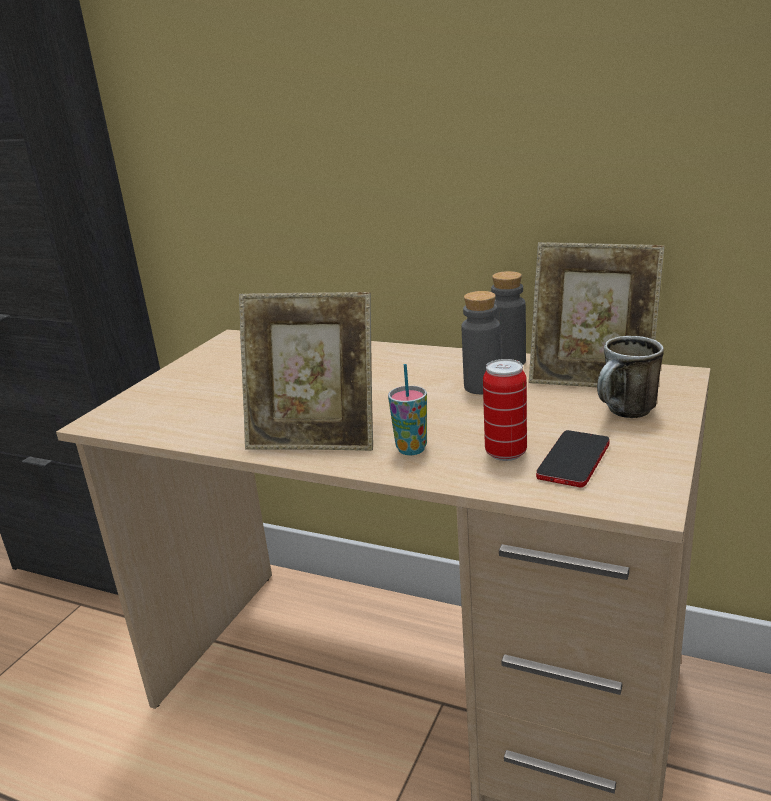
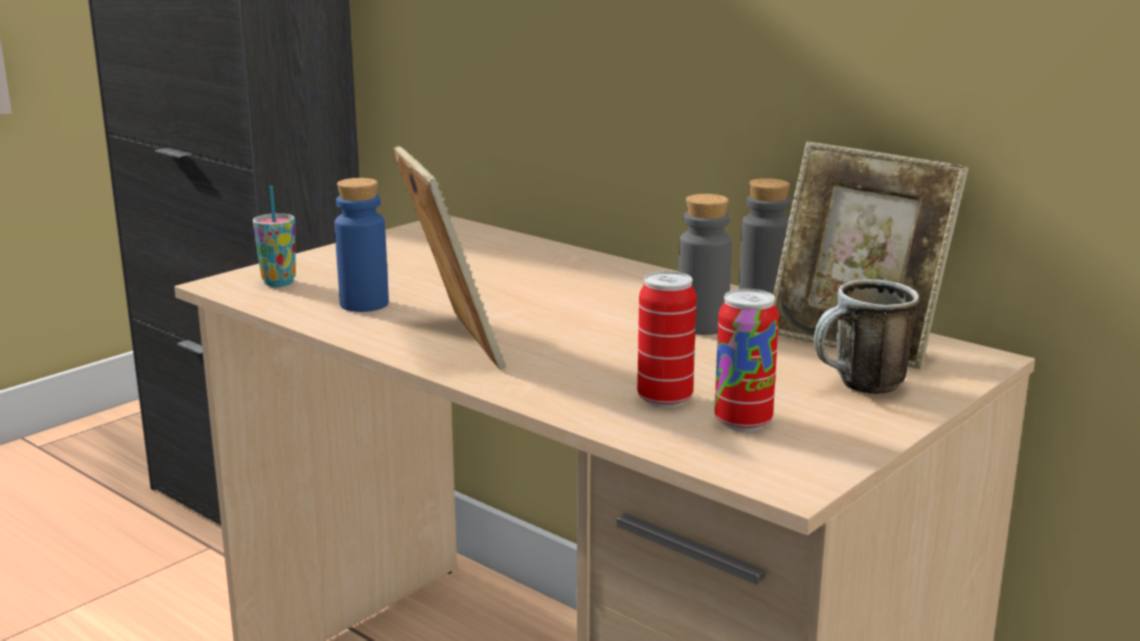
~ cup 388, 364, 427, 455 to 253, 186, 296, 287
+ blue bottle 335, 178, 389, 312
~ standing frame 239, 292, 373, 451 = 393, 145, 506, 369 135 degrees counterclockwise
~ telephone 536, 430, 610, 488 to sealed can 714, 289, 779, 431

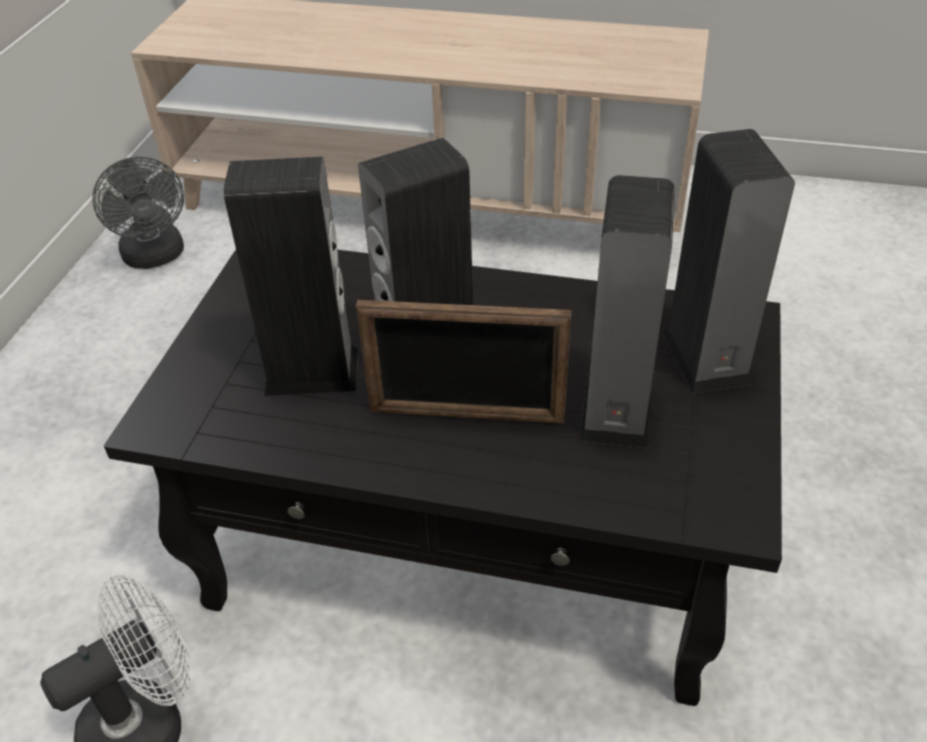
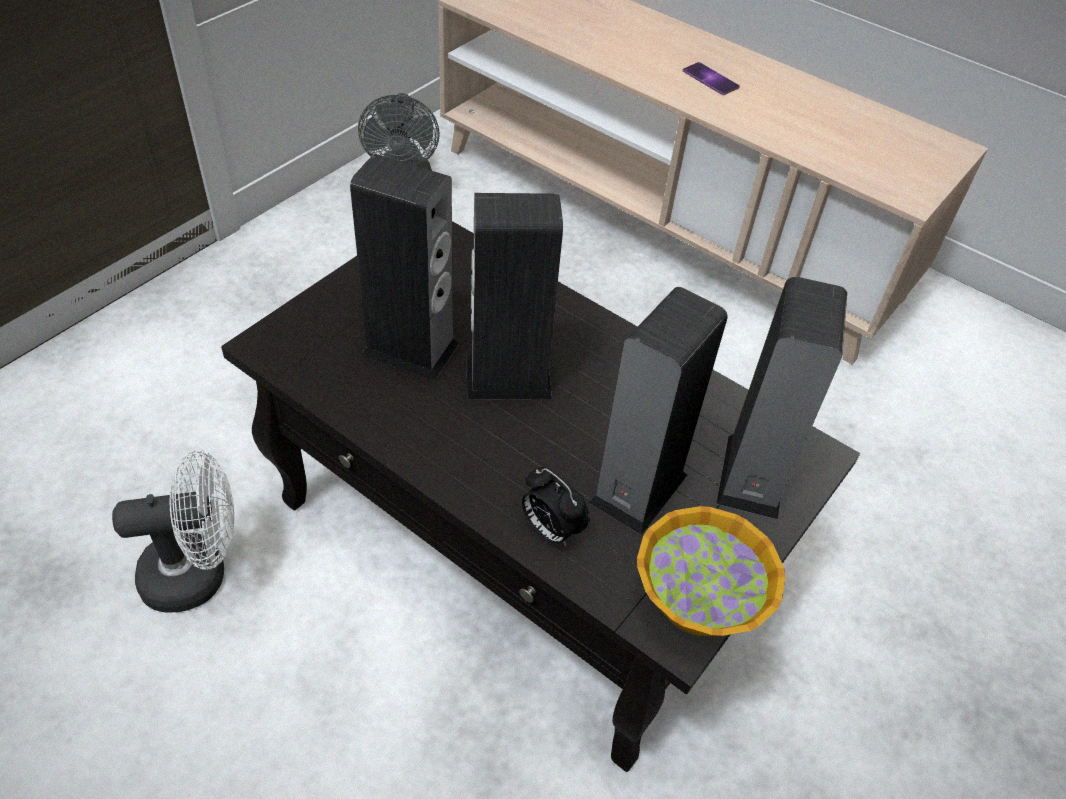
+ table clock 522, 467, 590, 547
+ serving bowl 637, 506, 786, 636
+ telephone 683, 62, 740, 95
- standing frame 356, 300, 571, 423

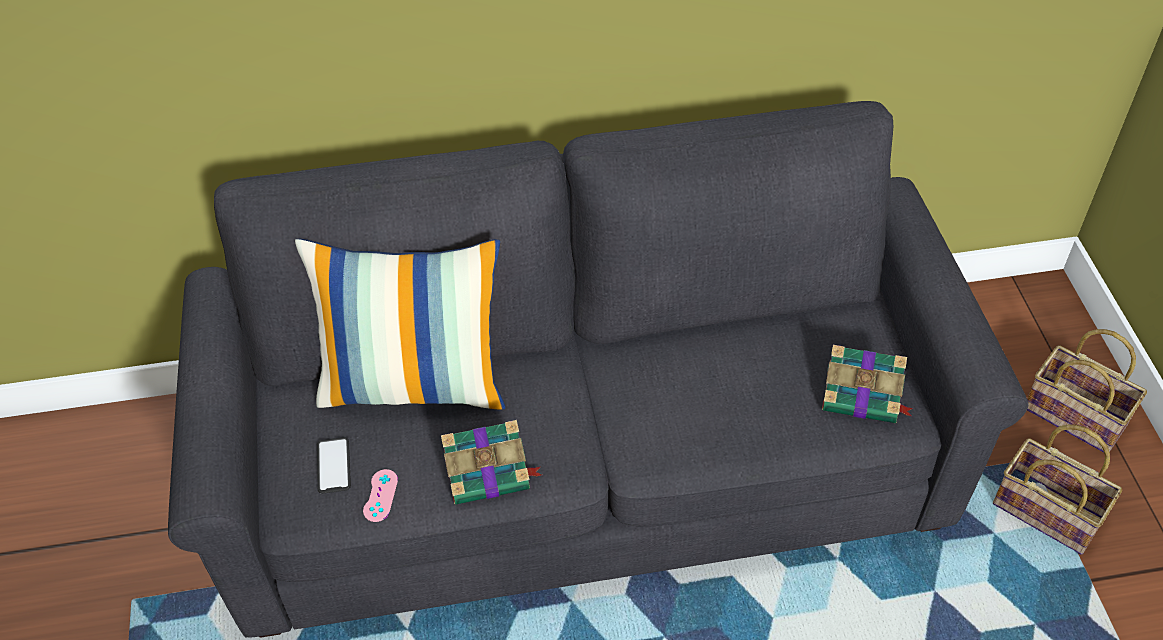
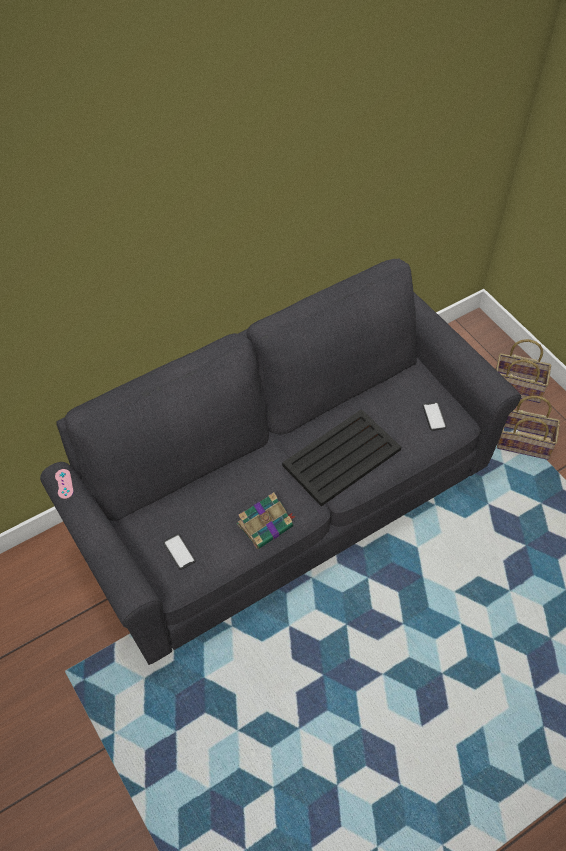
~ pinkish game controller 363, 469, 398, 522 to 55, 469, 73, 499
+ blackish tray 282, 409, 401, 506
~ book 822, 345, 913, 423 to telephone 423, 402, 447, 431
- cushion 295, 239, 505, 410

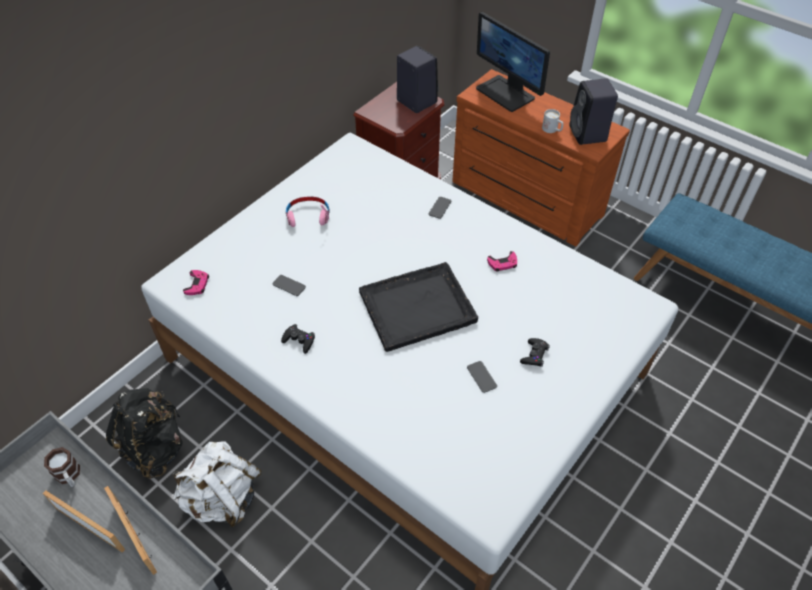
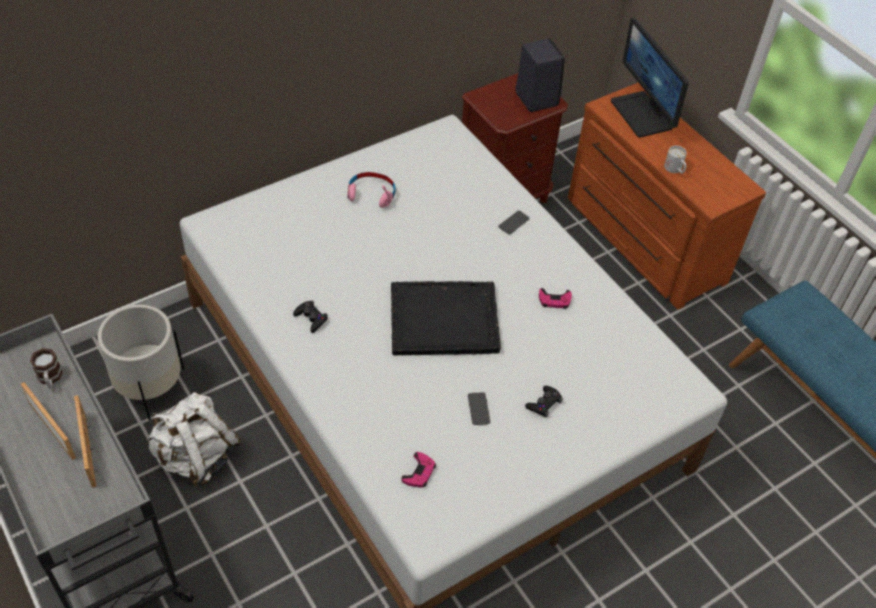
~ blackish knapsack 106, 388, 183, 479 to whitish flower pot 97, 304, 184, 420
~ pinkish game controller 183, 270, 209, 295 to 402, 452, 436, 488
- telephone 273, 275, 306, 296
- blackish speaker 570, 78, 618, 145

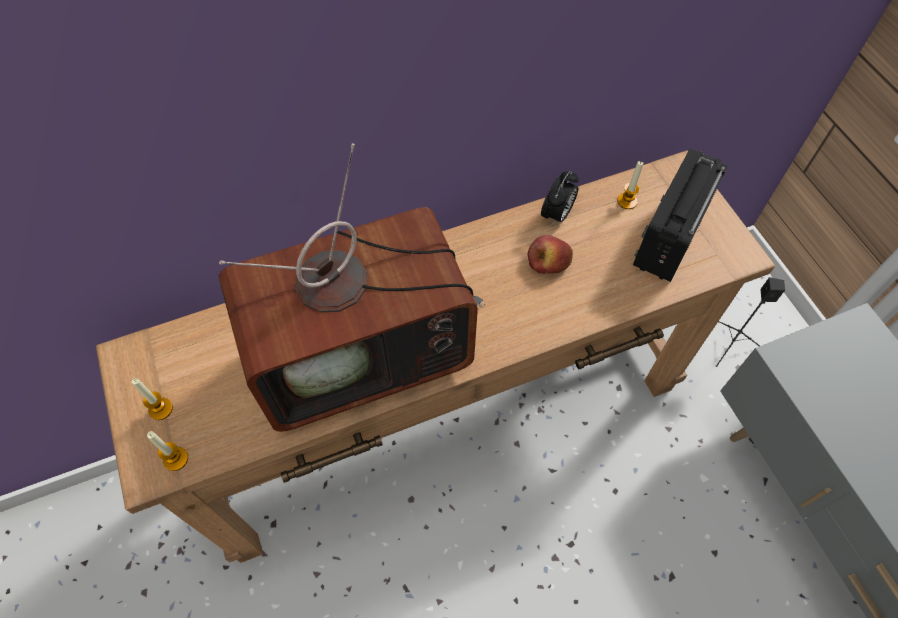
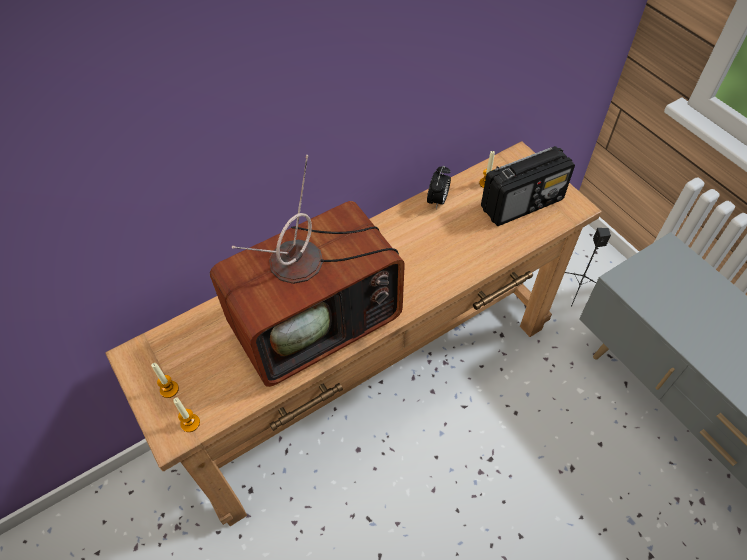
~ radio 633, 149, 728, 282 = 481, 146, 575, 226 135 degrees counterclockwise
- apple 528, 235, 573, 274

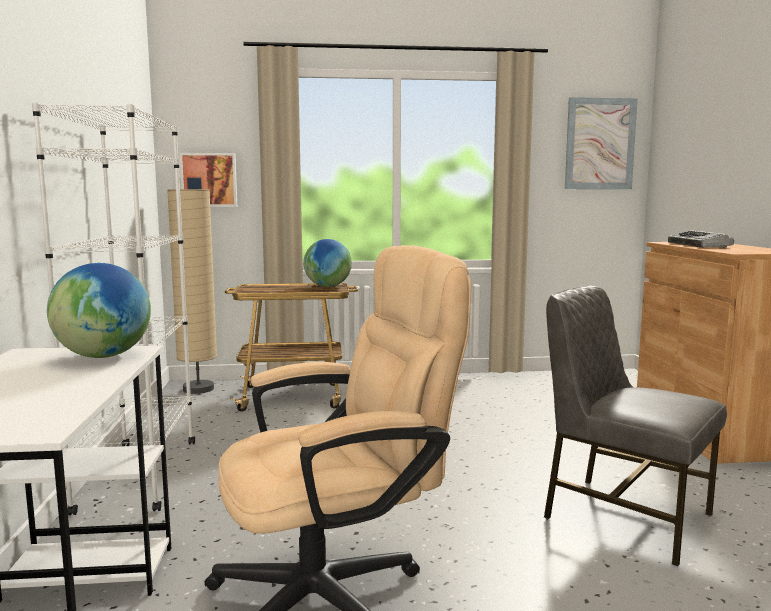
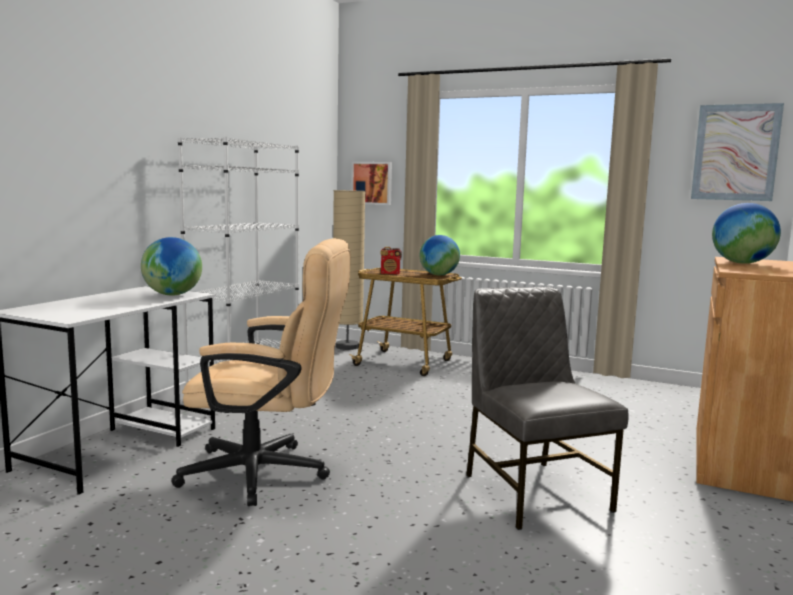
+ radio 381, 247, 402, 274
~ keyboard 668, 230, 734, 248 to world globe 712, 203, 781, 264

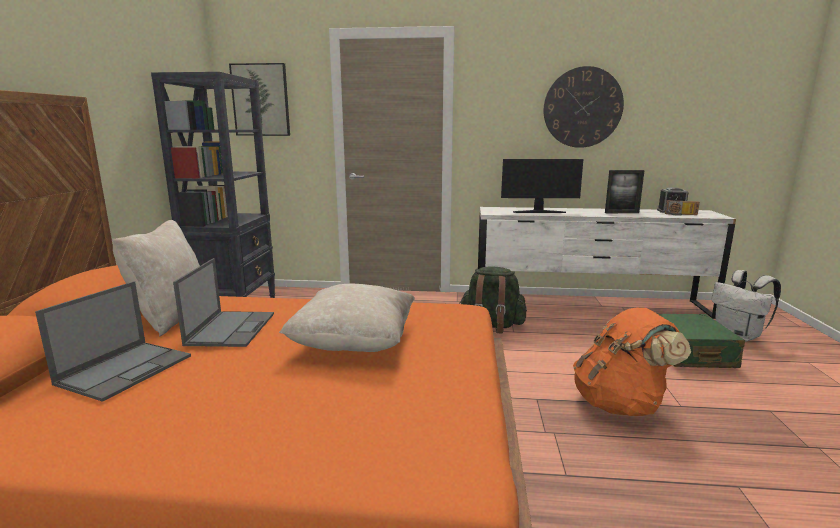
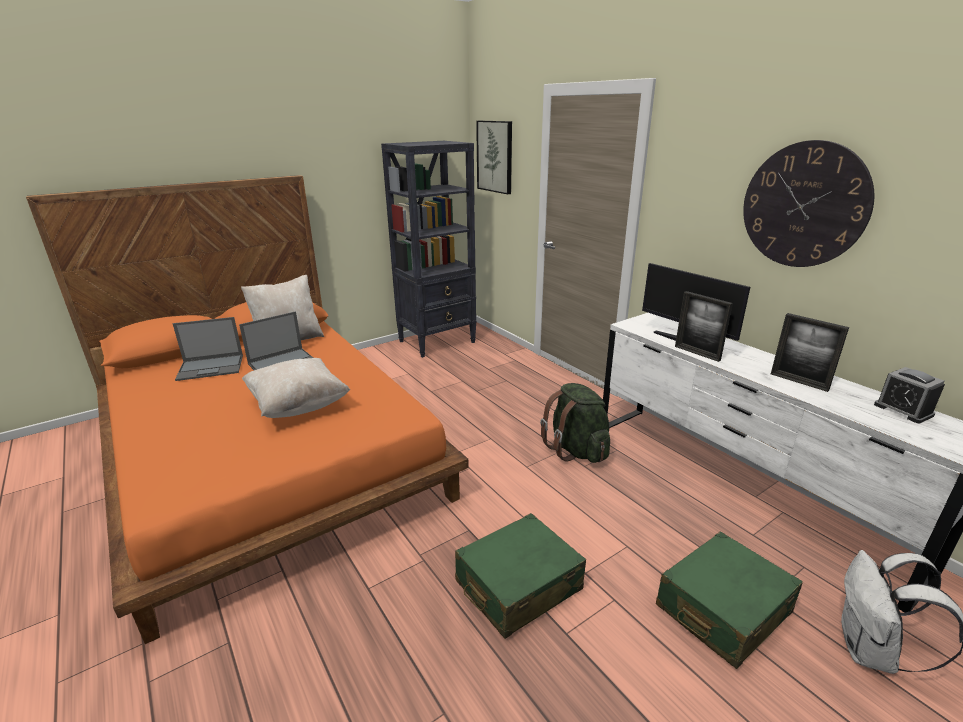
~ orange-coloured knapsack 573, 307, 691, 416 to greenish suitcase 455, 513, 586, 639
+ standing frame 675, 291, 733, 362
- radio 664, 201, 700, 216

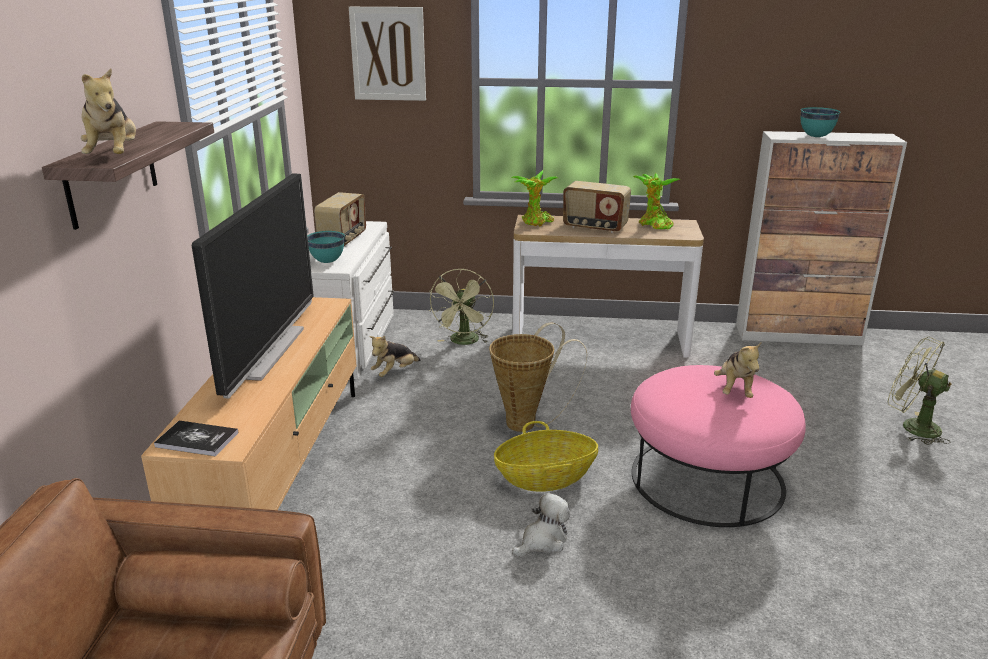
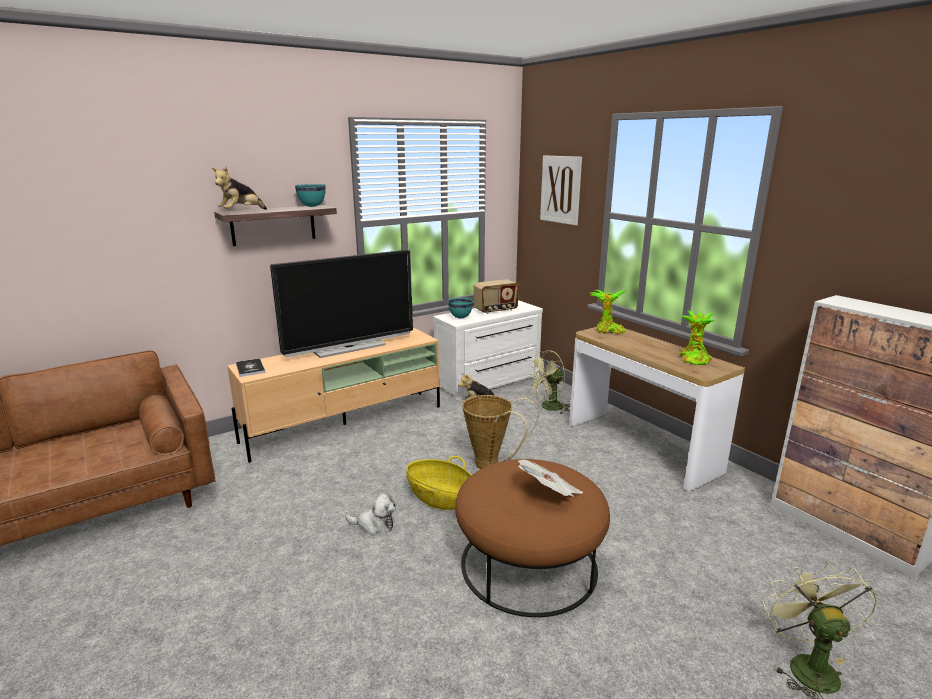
~ turquoise-coloured serving bowl 801, 107, 840, 137 to 295, 184, 326, 207
~ pinkish pouffe 631, 365, 806, 527 to brownish pouffe 455, 459, 610, 617
~ cuddly toy 714, 341, 762, 398 to newspaper 518, 459, 583, 497
- radio 563, 181, 631, 233

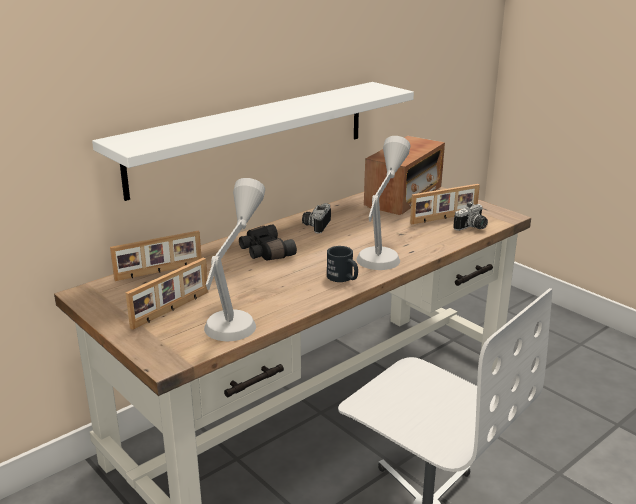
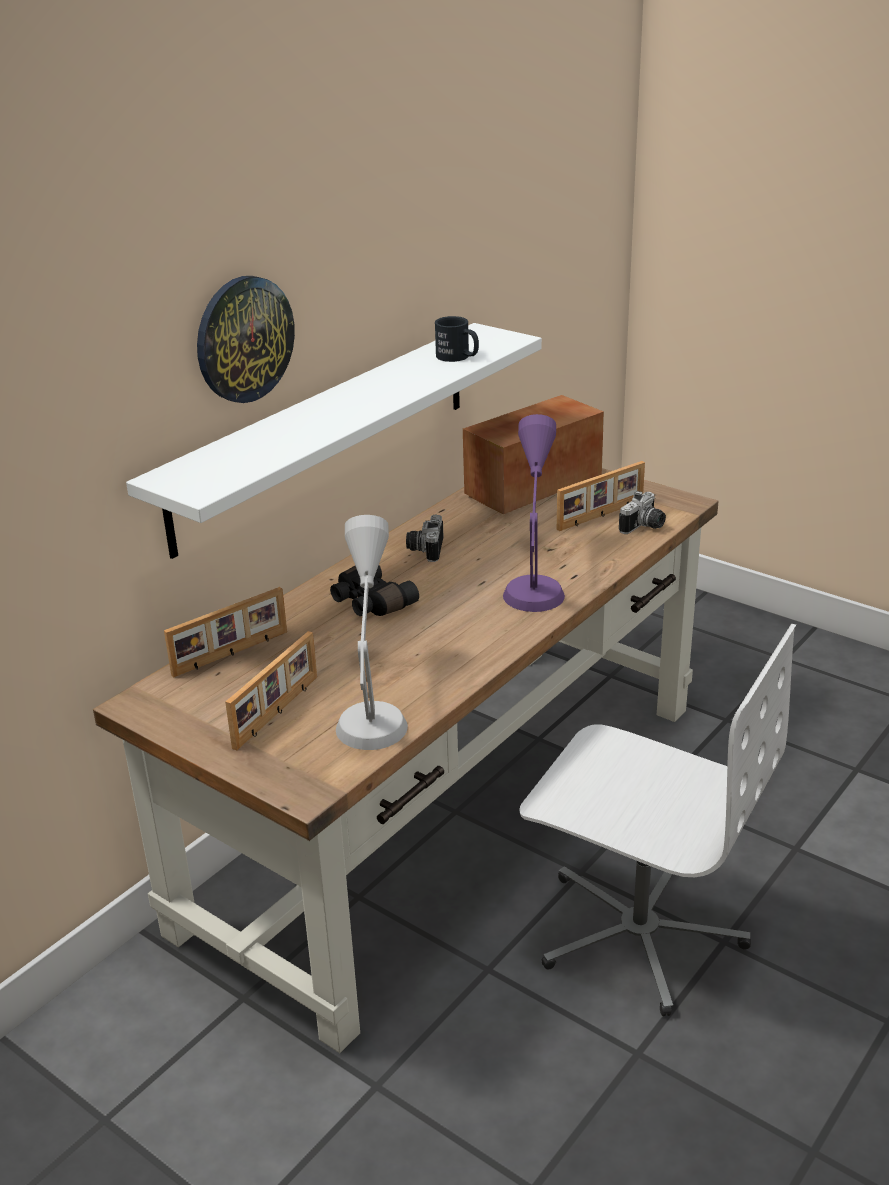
+ clock on the wall 197, 276, 295, 403
~ blackish coffee mug 327, 246, 358, 282 to 435, 316, 479, 362
~ radio 364, 136, 445, 215 = 463, 395, 604, 514 150 degrees counterclockwise
~ grey tabletop lamp 357, 136, 410, 270 to purplish tabletop lamp 503, 414, 565, 612

